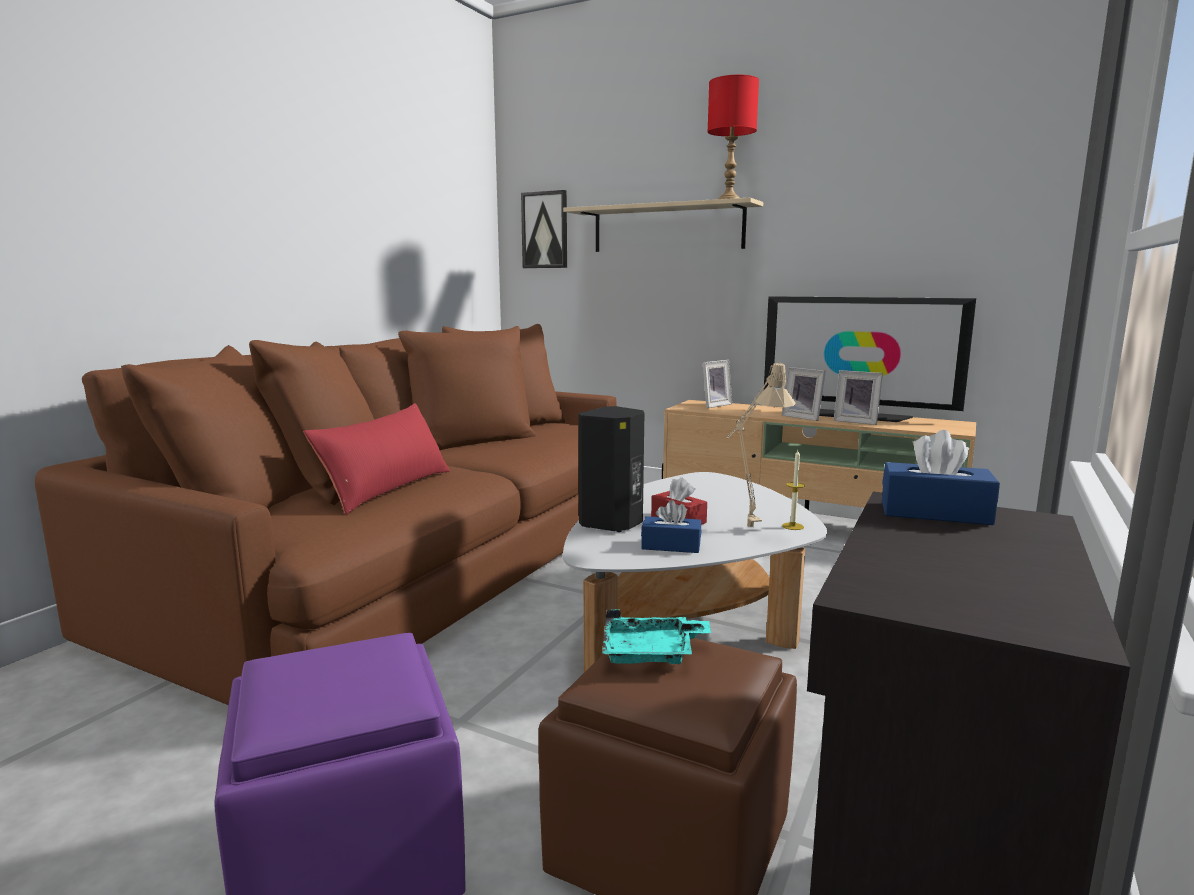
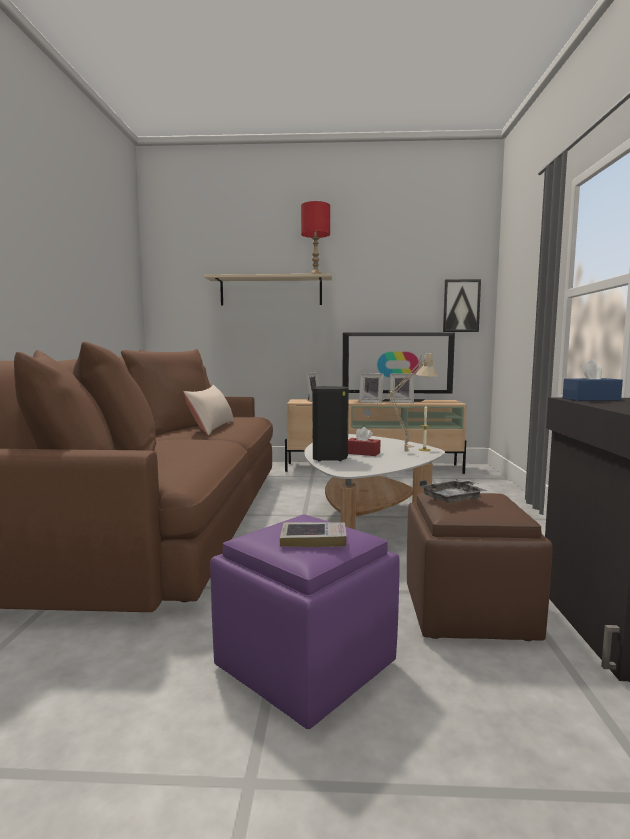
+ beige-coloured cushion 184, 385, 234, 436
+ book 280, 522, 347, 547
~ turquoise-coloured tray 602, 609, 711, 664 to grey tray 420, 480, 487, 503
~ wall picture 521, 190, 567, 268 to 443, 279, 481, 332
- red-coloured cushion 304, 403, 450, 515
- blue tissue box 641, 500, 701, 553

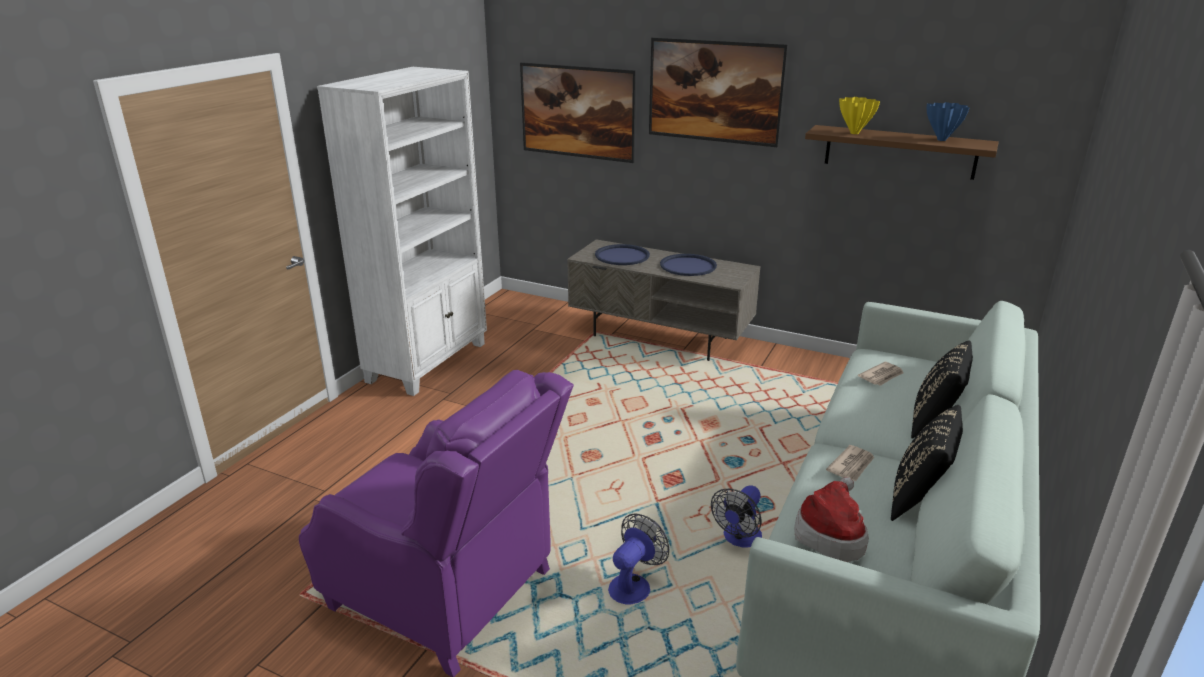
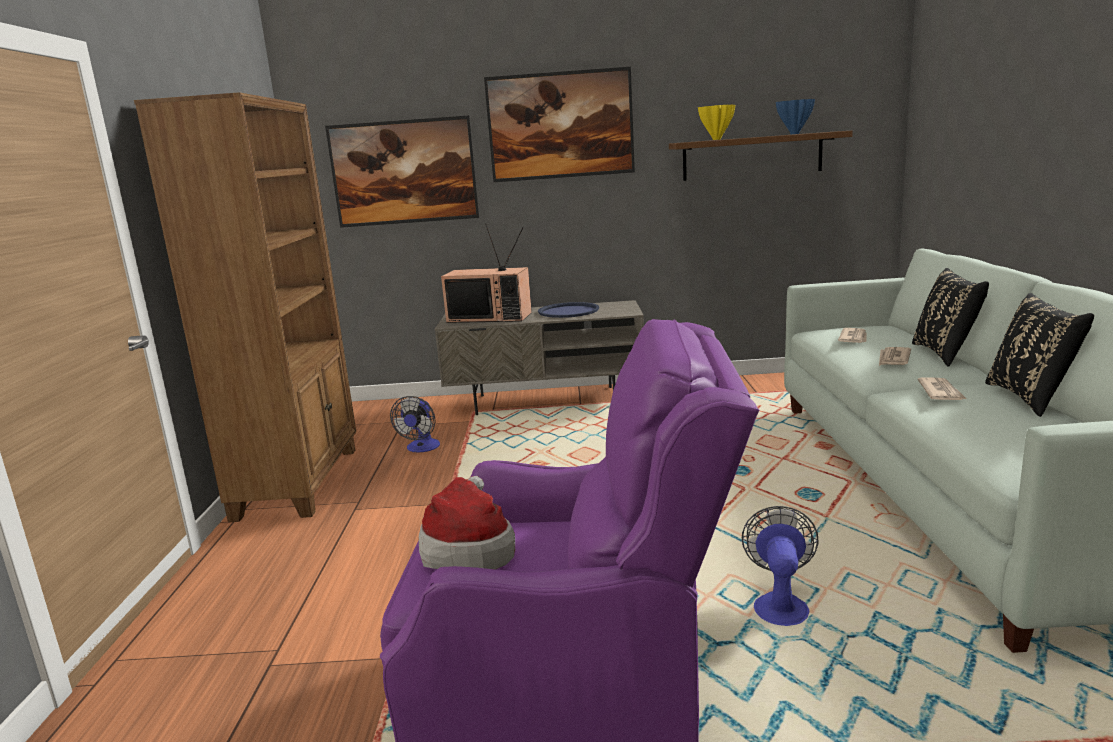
~ whitish bookshelf 317, 67, 487, 396 to brownish bookshelf 134, 92, 356, 522
~ electric fan 711, 485, 762, 548 to 390, 396, 440, 452
~ wearable hat 794, 477, 869, 562 to 419, 476, 515, 569
~ blue tray 595, 244, 650, 265 to television 441, 224, 532, 323
+ newspaper 879, 347, 911, 366

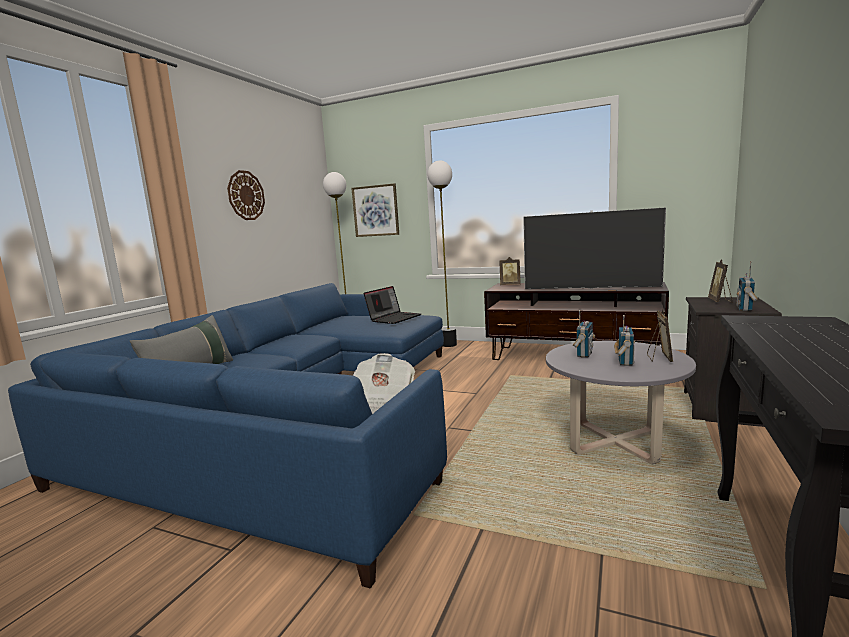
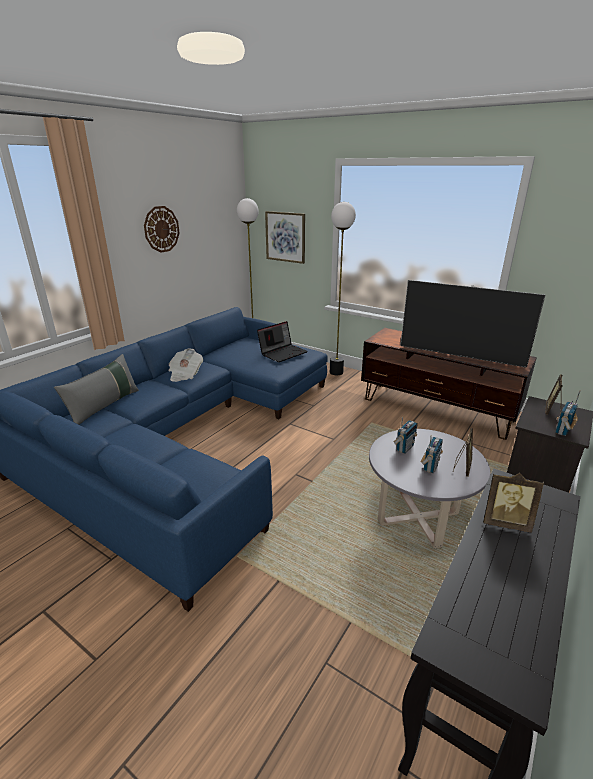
~ newspaper 353, 353, 415, 414 to 168, 348, 203, 382
~ standing frame 499, 257, 521, 285 to 483, 473, 544, 533

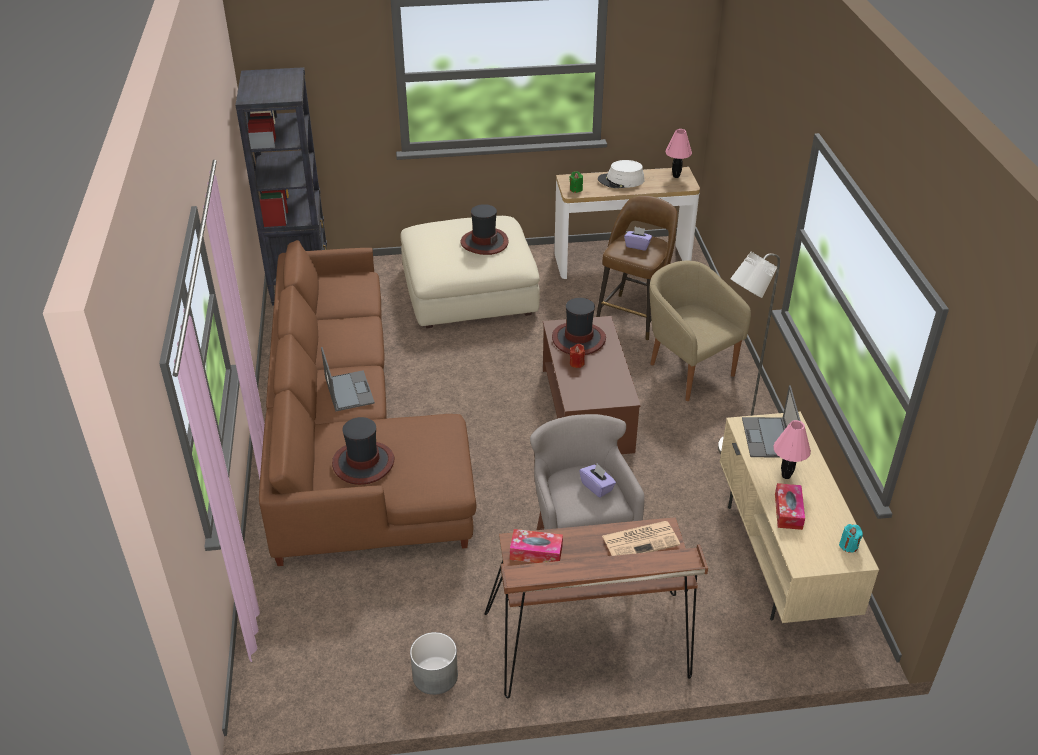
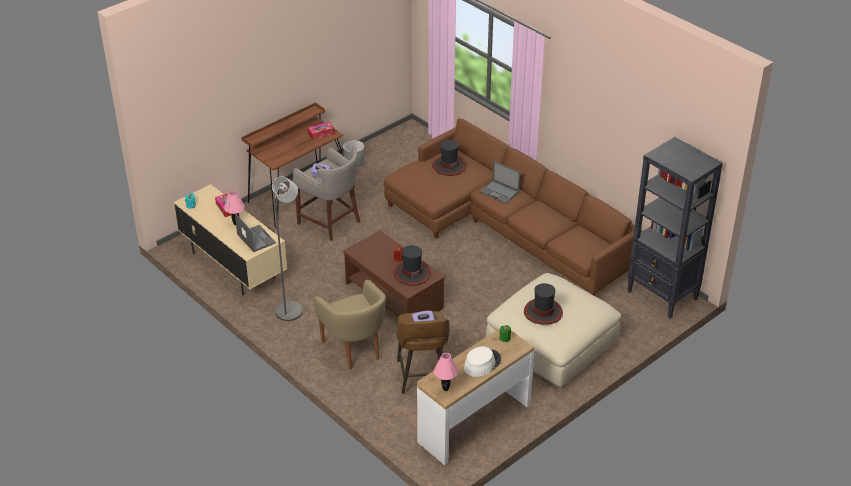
~ beige-coloured armchair 649, 261, 751, 401 = 314, 280, 386, 369 45 degrees clockwise
- newspaper 602, 521, 680, 556

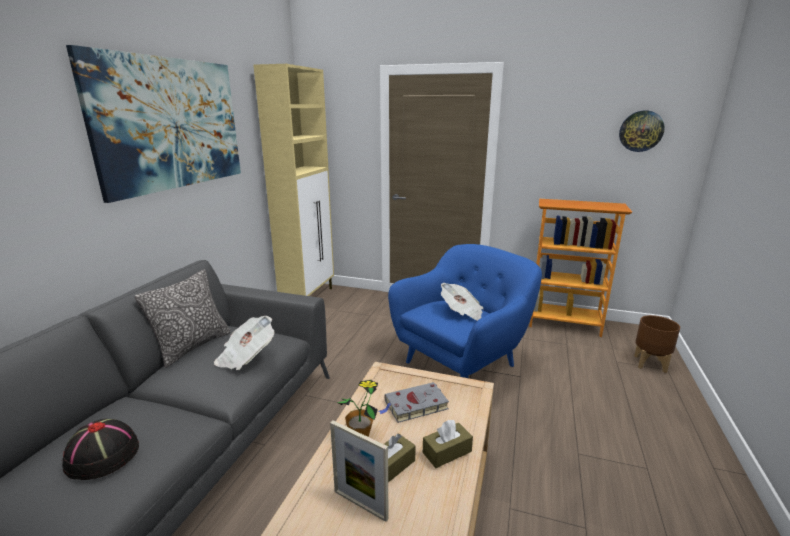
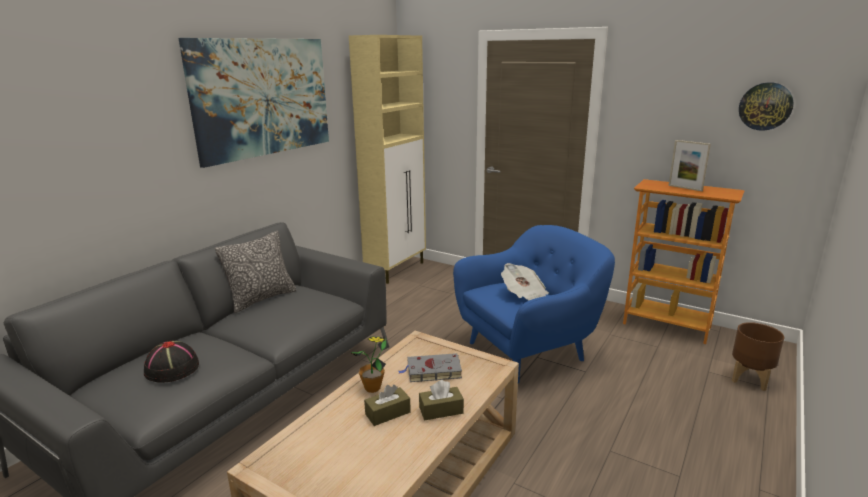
~ standing frame 330, 420, 389, 522 to 668, 140, 711, 191
- newspaper 214, 316, 274, 370

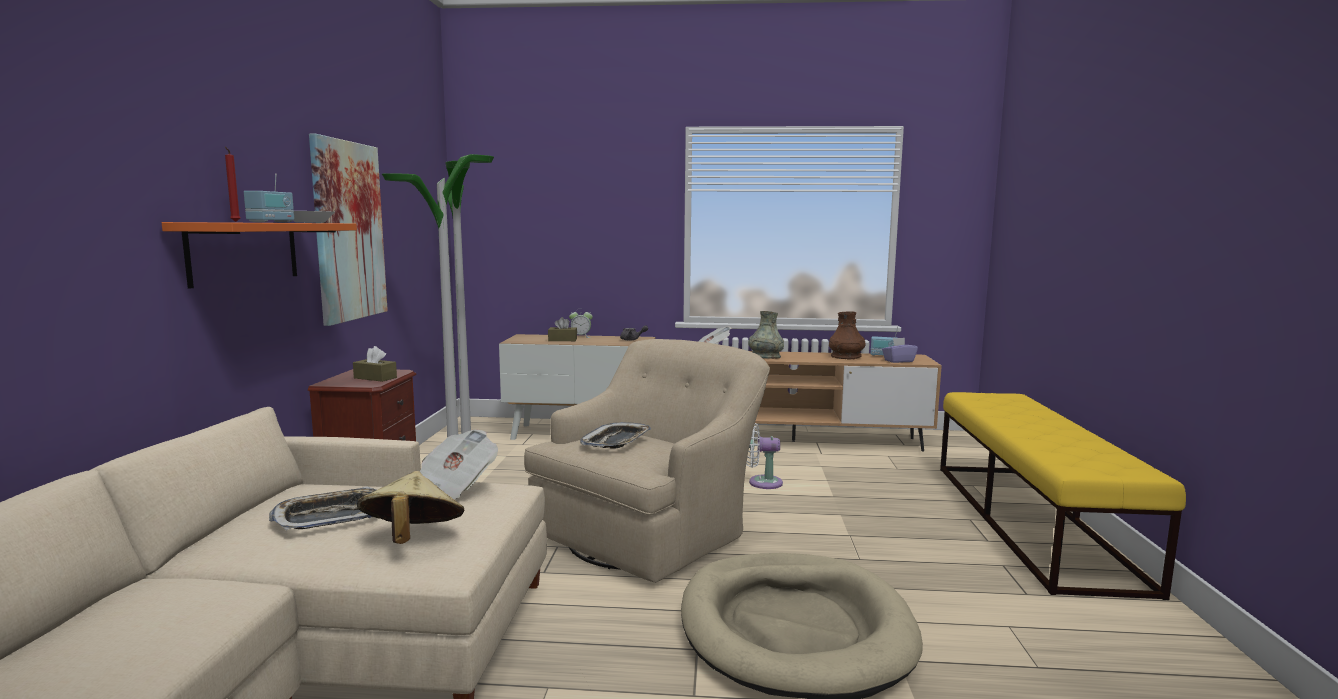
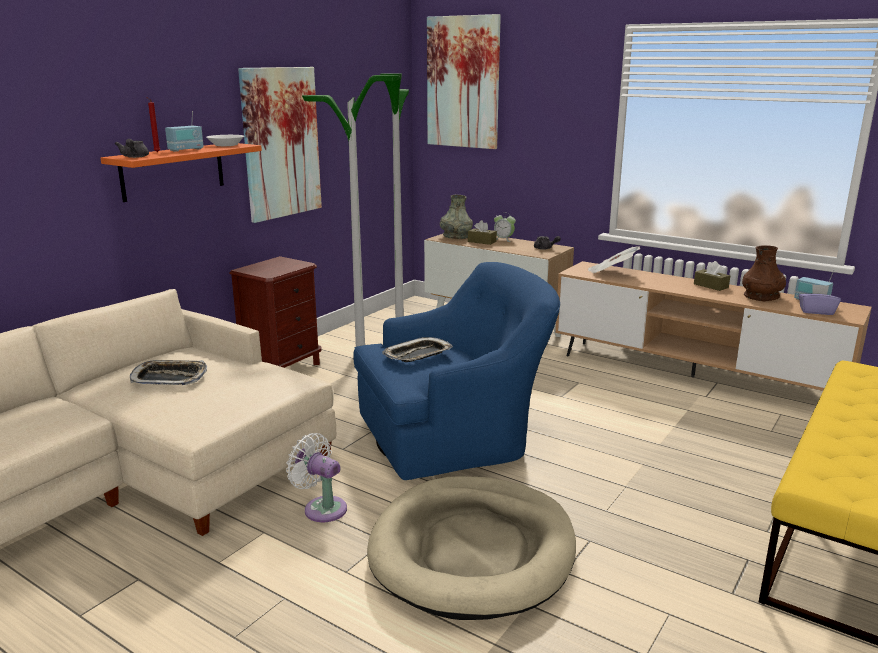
+ grey pot for tea 115, 139, 149, 158
~ whitish electric fan 746, 424, 783, 489 to 286, 433, 347, 522
~ beige-coloured armchair 524, 339, 770, 583 to blue armchair 353, 262, 560, 480
+ wall picture 427, 14, 501, 149
~ grey decorative vase 748, 311, 784, 359 to 440, 195, 473, 239
~ brownish tissue box 353, 346, 397, 382 to 694, 261, 730, 291
- beige-coloured wearable hat 357, 471, 464, 544
- newspaper 420, 429, 498, 499

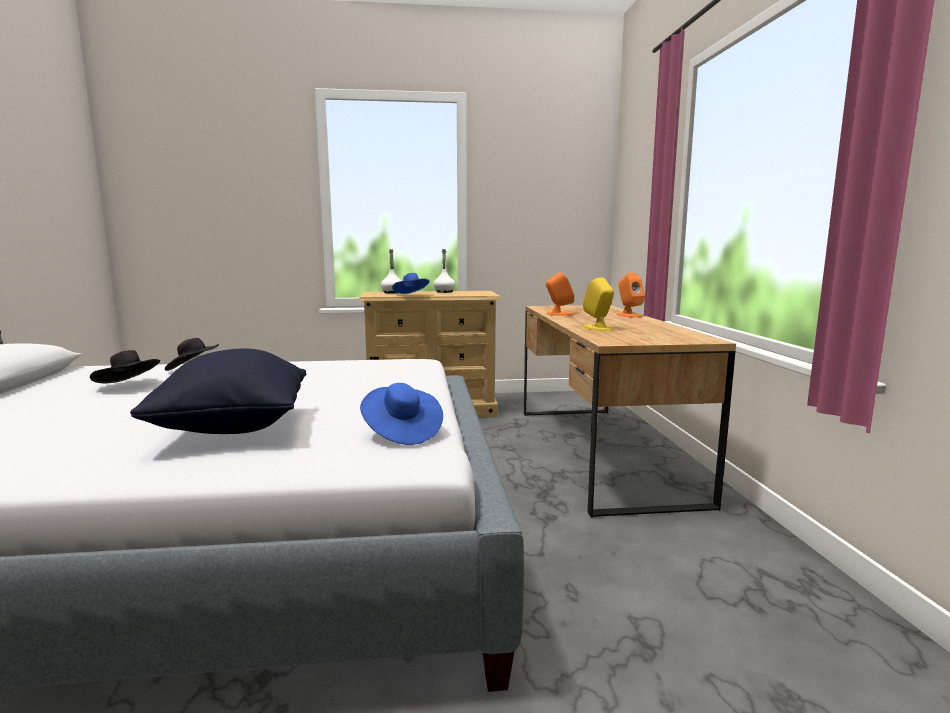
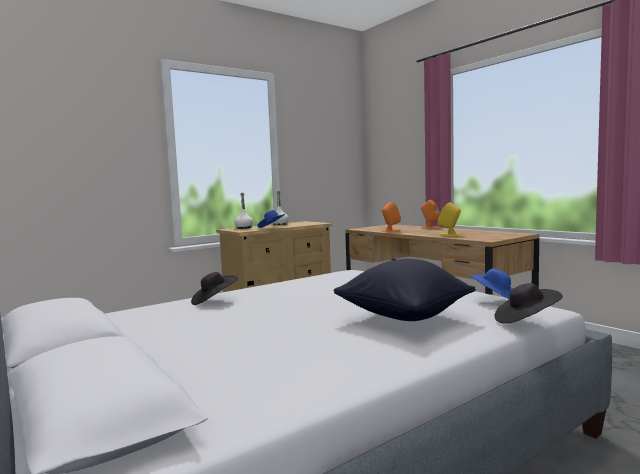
~ blackish wearable hat 90, 350, 160, 384 to 494, 283, 563, 324

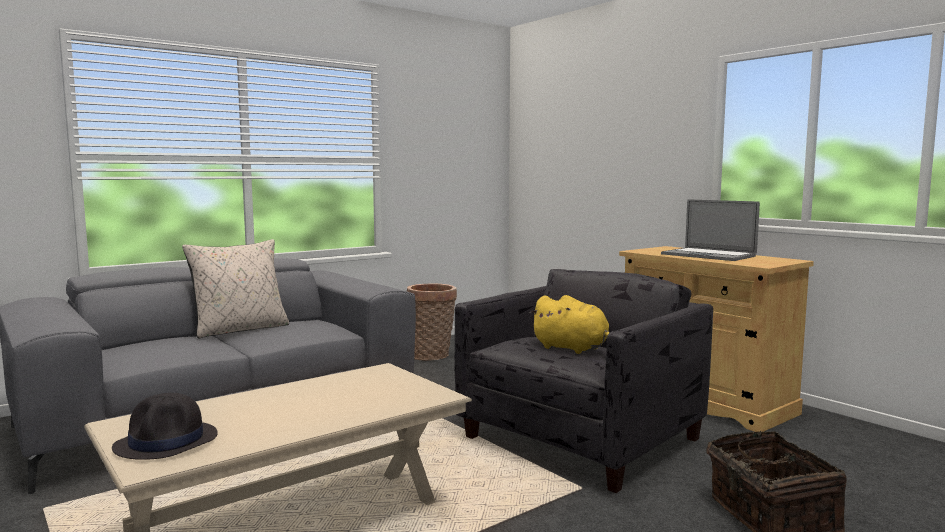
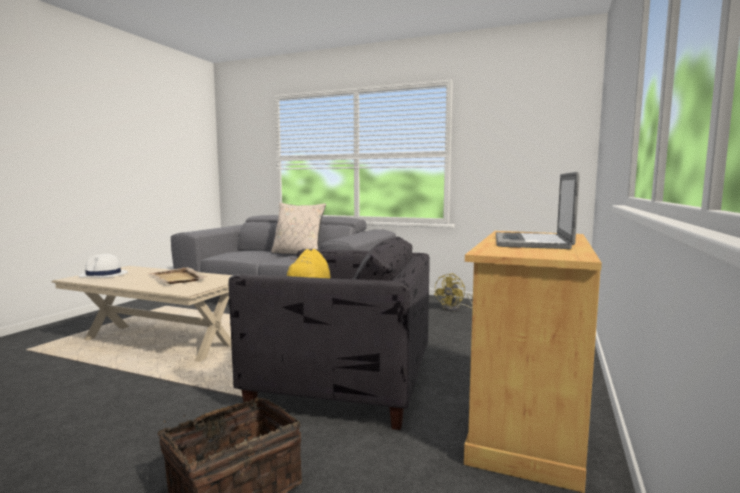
~ blackish wearable hat 112, 393, 218, 460 to whitish wearable hat 78, 254, 128, 277
+ beige-coloured tray 147, 267, 207, 284
~ basket 407, 283, 457, 361 to yellowish electric fan 434, 273, 473, 311

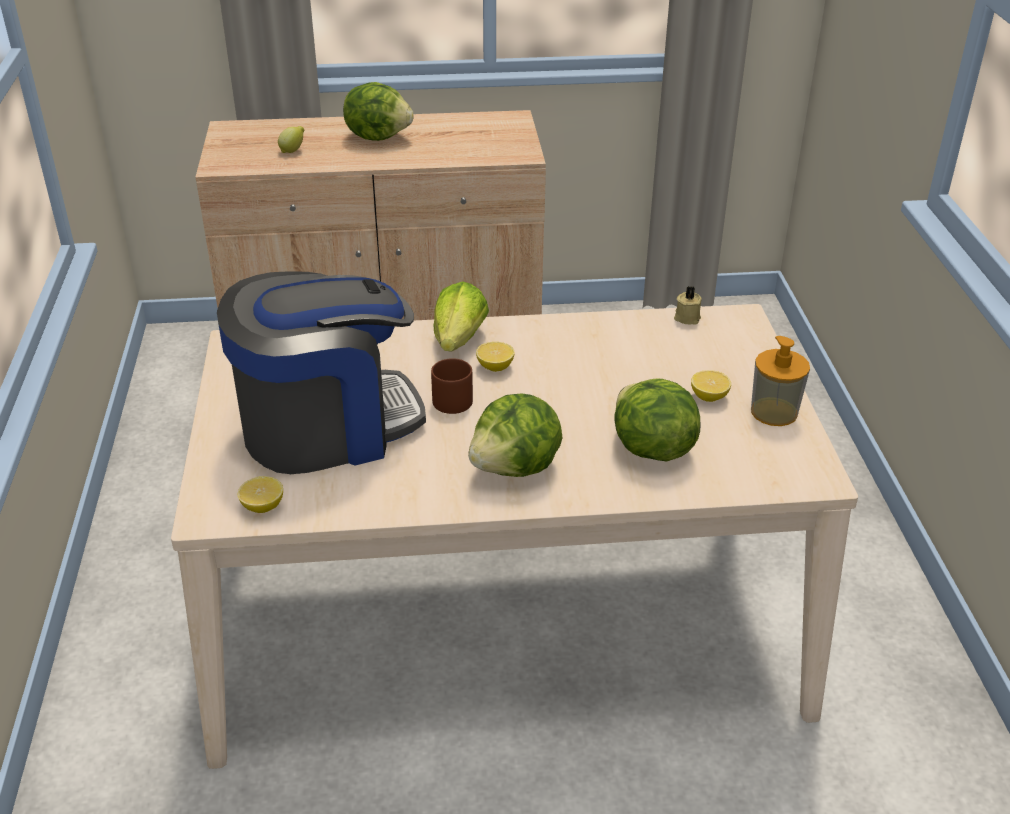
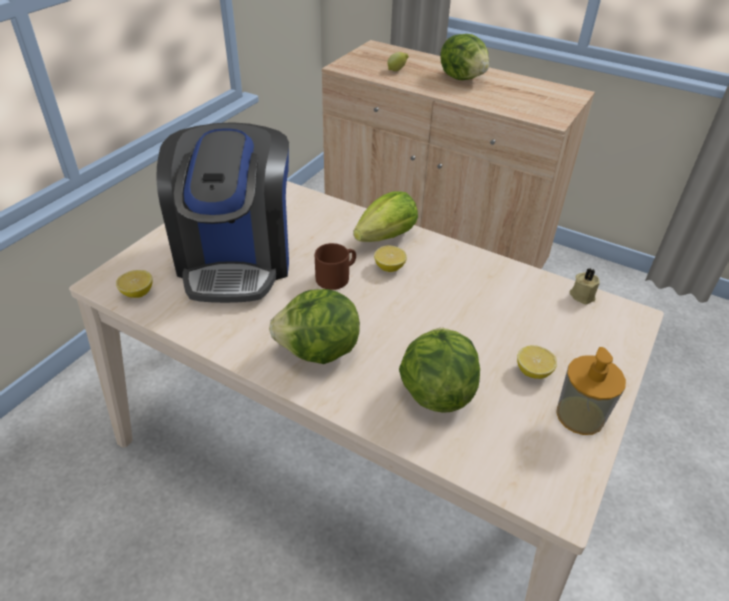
~ coffee brewer 217, 271, 426, 474 = 157, 122, 289, 303 75 degrees clockwise

